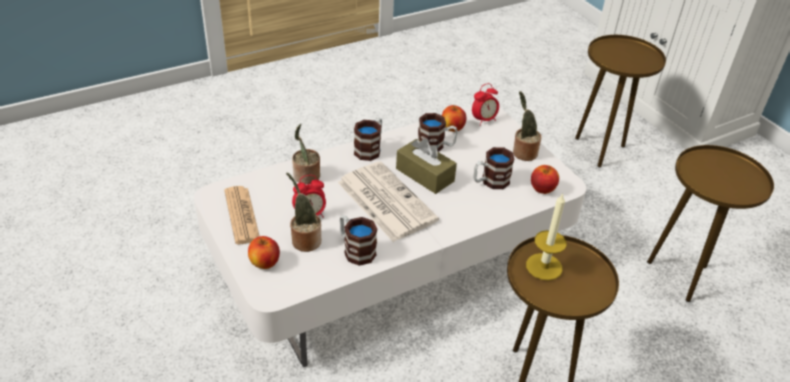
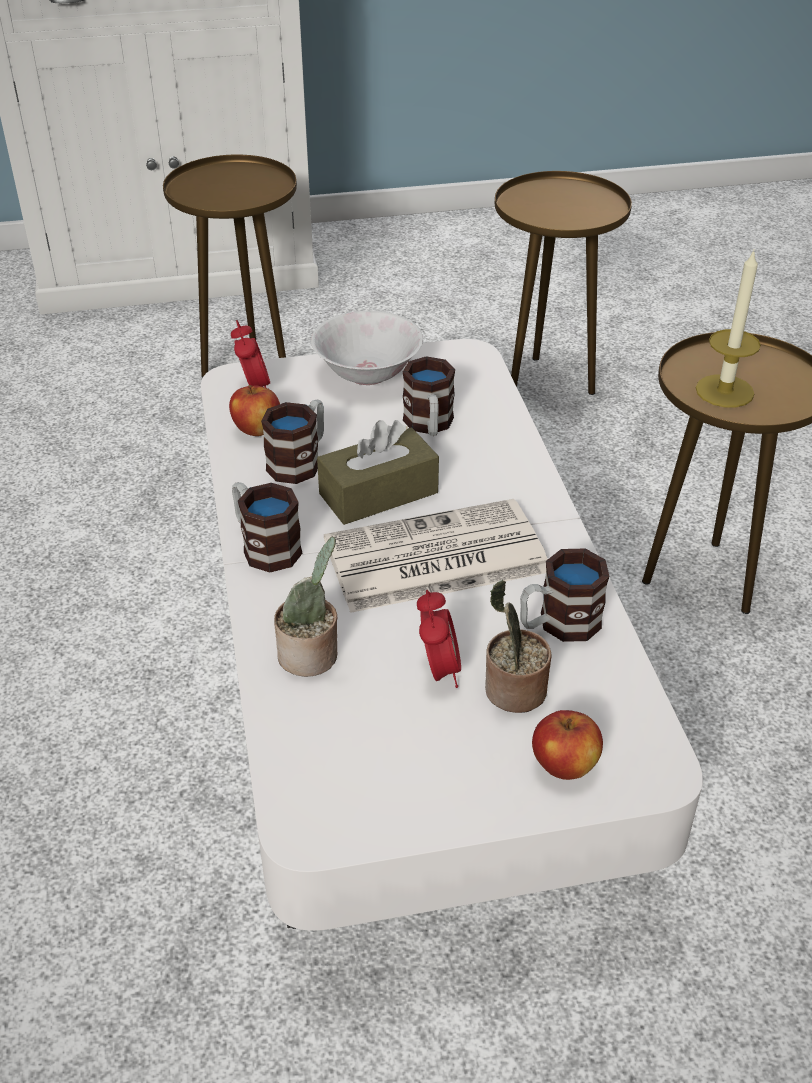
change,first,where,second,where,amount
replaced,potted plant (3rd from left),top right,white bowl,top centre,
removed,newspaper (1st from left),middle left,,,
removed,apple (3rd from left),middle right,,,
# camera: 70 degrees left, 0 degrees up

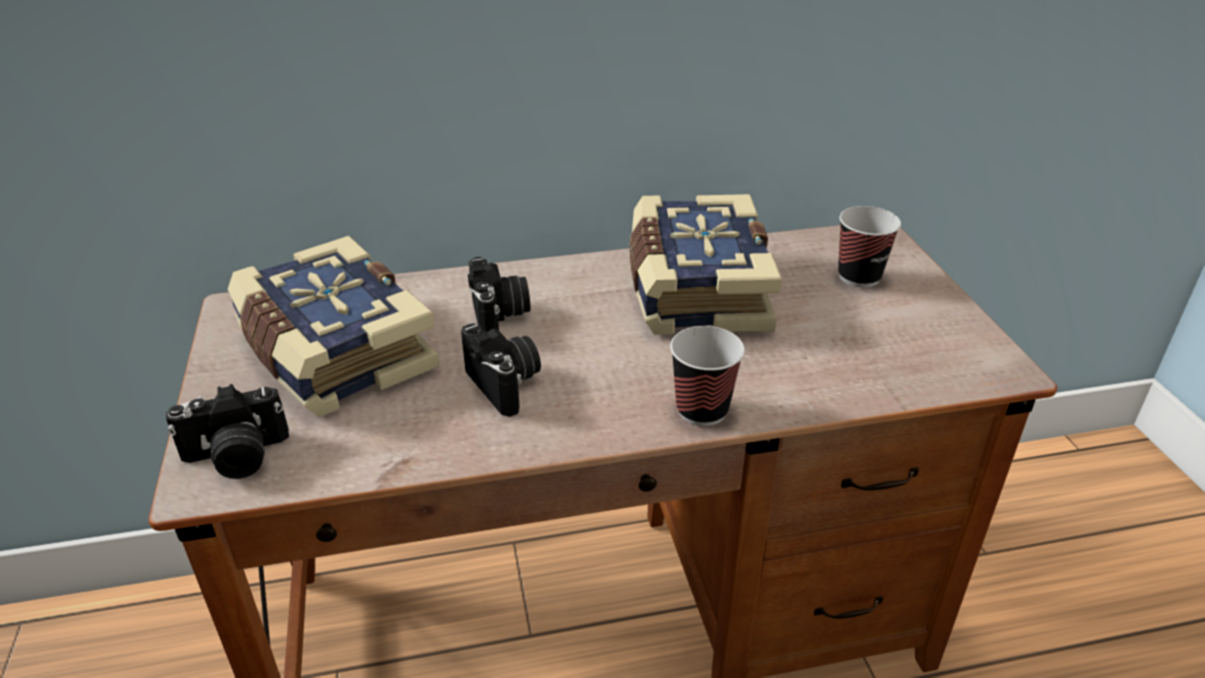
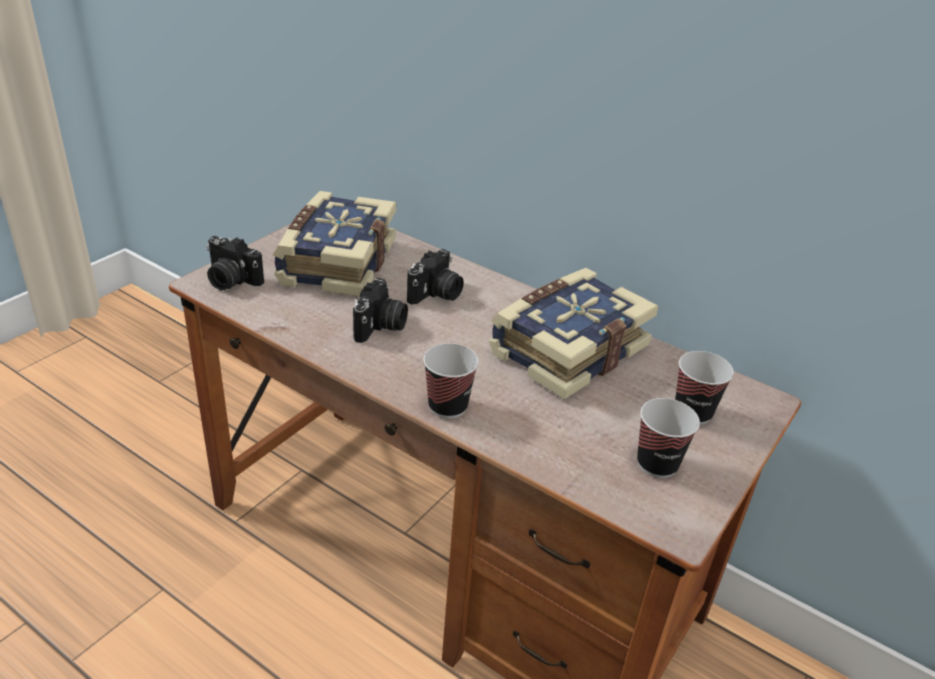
change,first,where,second,where,amount
added,,,cup (2nd from left),middle right,
# camera: 45 degrees right, 0 degrees up

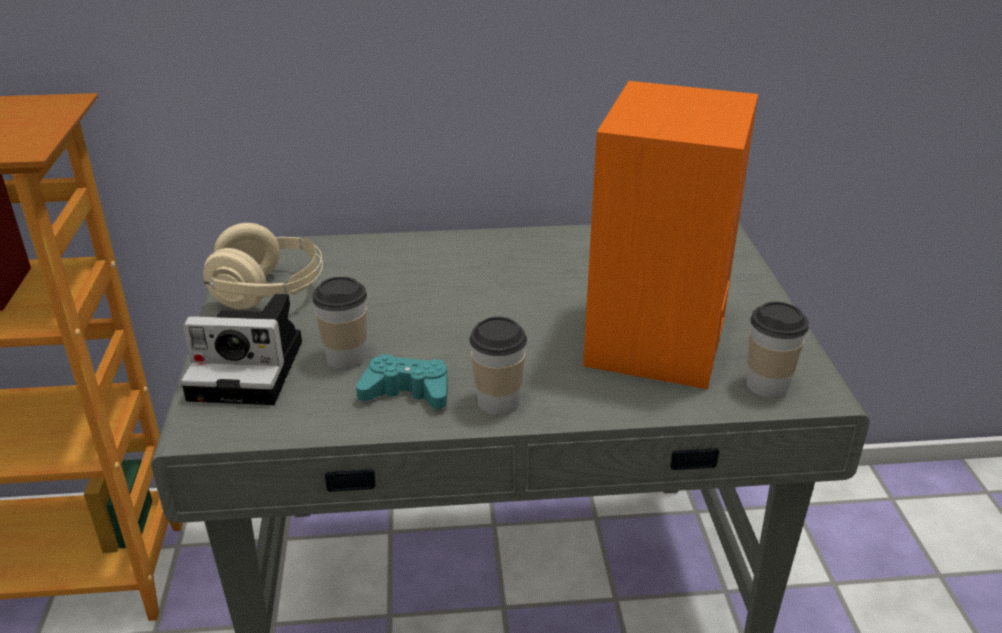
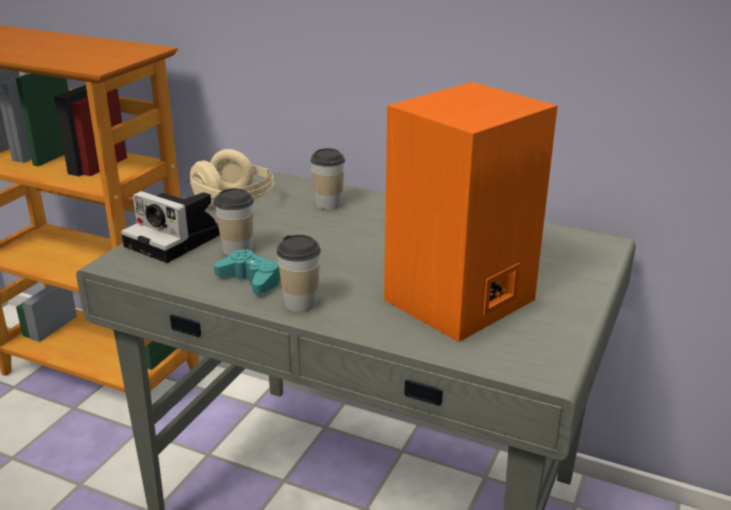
change,first,where,second,where,amount
moved,cup (3rd from left),middle right,,centre,
# camera: 30 degrees right, 5 degrees down

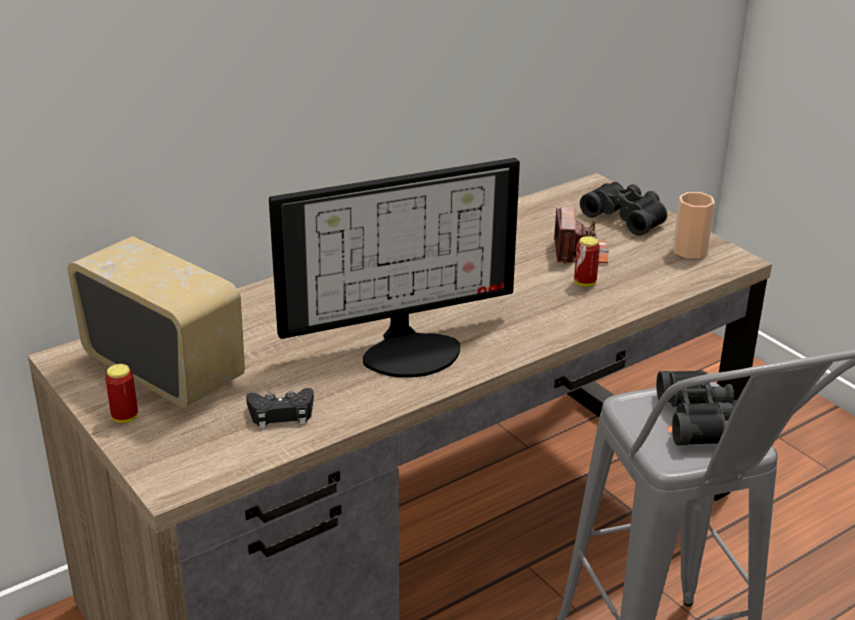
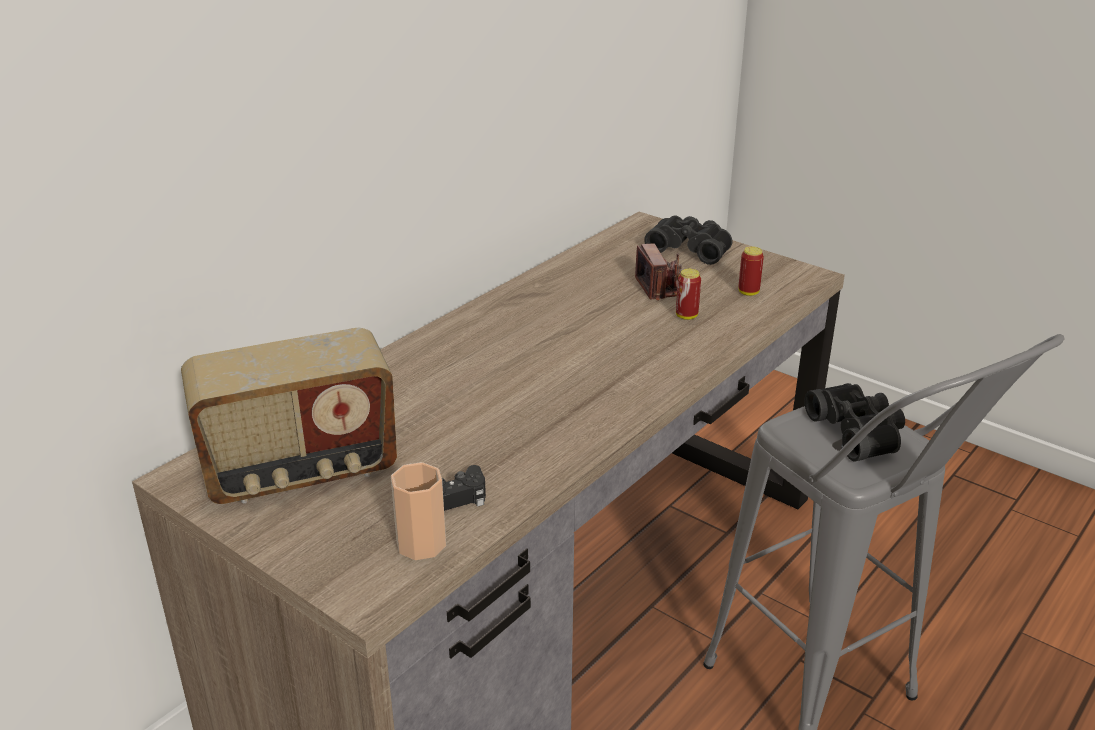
change,first,where,second,where,amount
turned,radio,middle left,,middle left,135 degrees clockwise
moved,cup,middle right,,bottom centre,
moved,can (1st from left in the first image),middle left,can (2nd from left),middle right,
removed,monitor,centre,,,
# camera: 15 degrees left, 0 degrees up

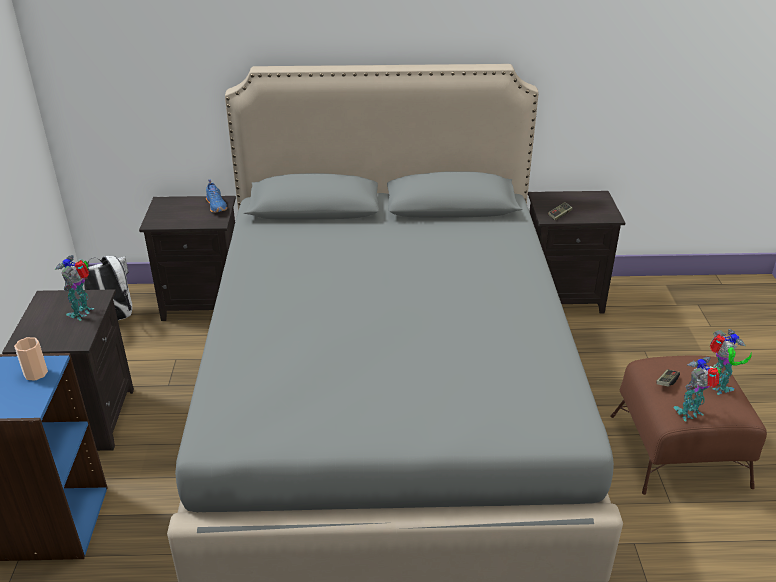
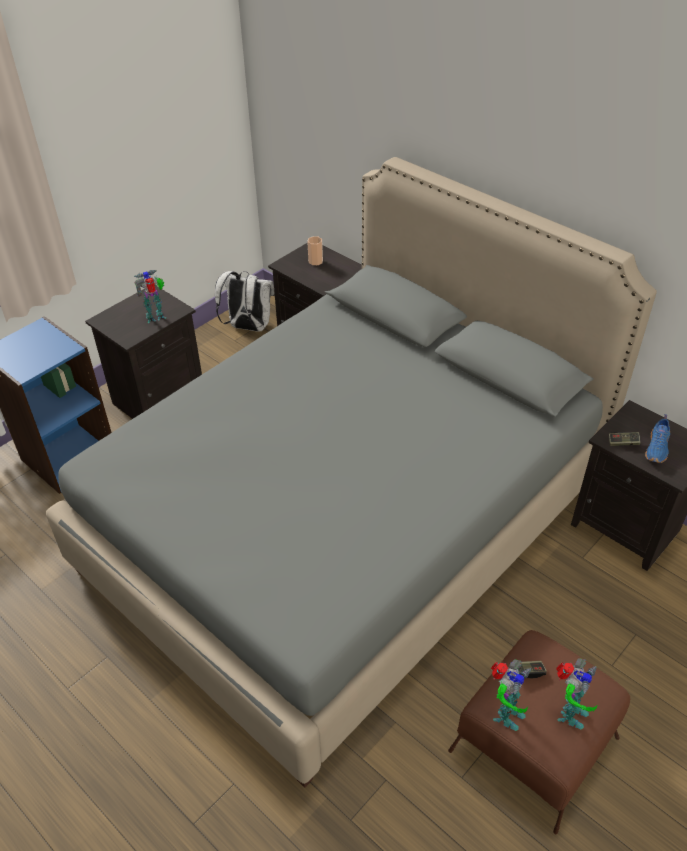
change,first,where,second,where,amount
moved,cup,middle left,,top centre,
turned,toy robot (2nd from left),bottom right,,bottom right,105 degrees clockwise
moved,blue shoe,middle left,,middle right,
# camera: 45 degrees right, 10 degrees up

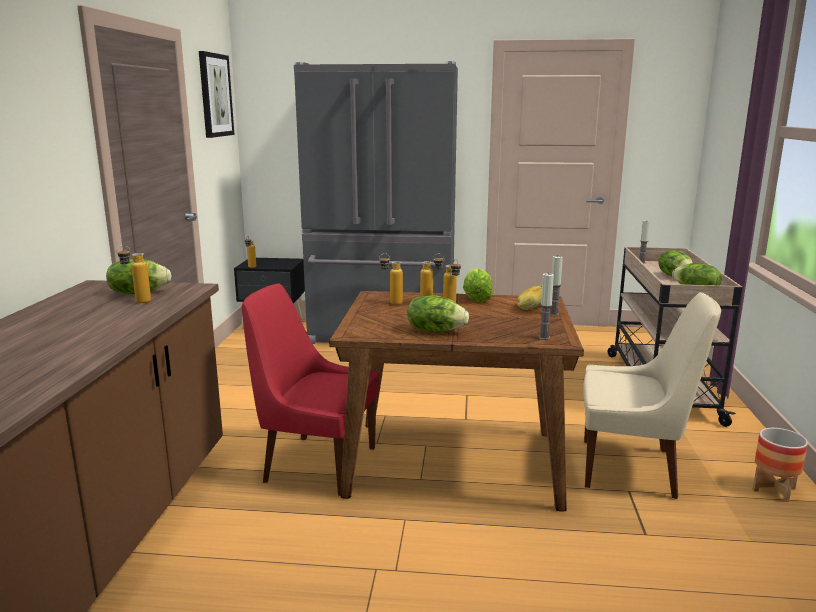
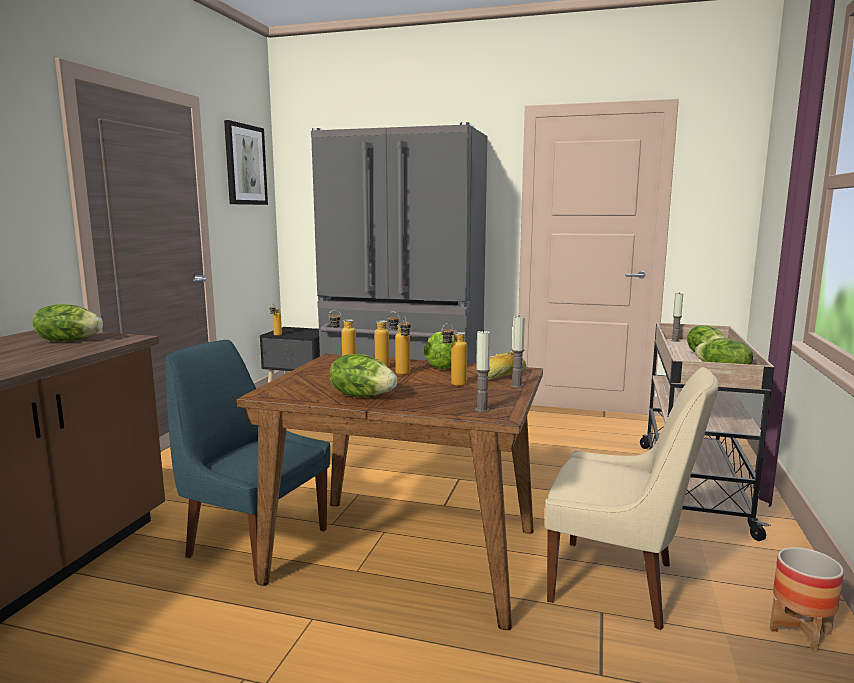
change,first,where,second,where,amount
recoloured,red chair,centre,blue chair,bottom left,
moved,bottle (1st from left in the first image),middle left,bottle (5th from left),centre,
# camera: 10 degrees right, 5 degrees down

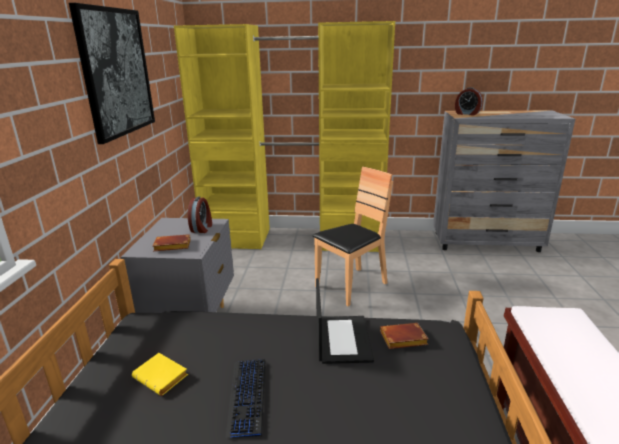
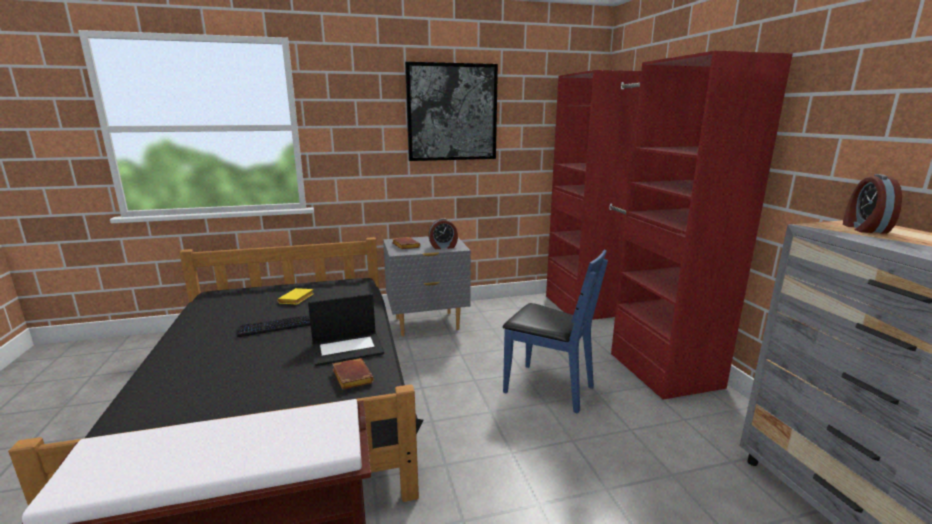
change,first,where,second,where,amount
recoloured,brown chair,centre,blue chair,centre,
recoloured,yellow wardrobe,top centre,red wardrobe,middle right,
# camera: 70 degrees right, 5 degrees down

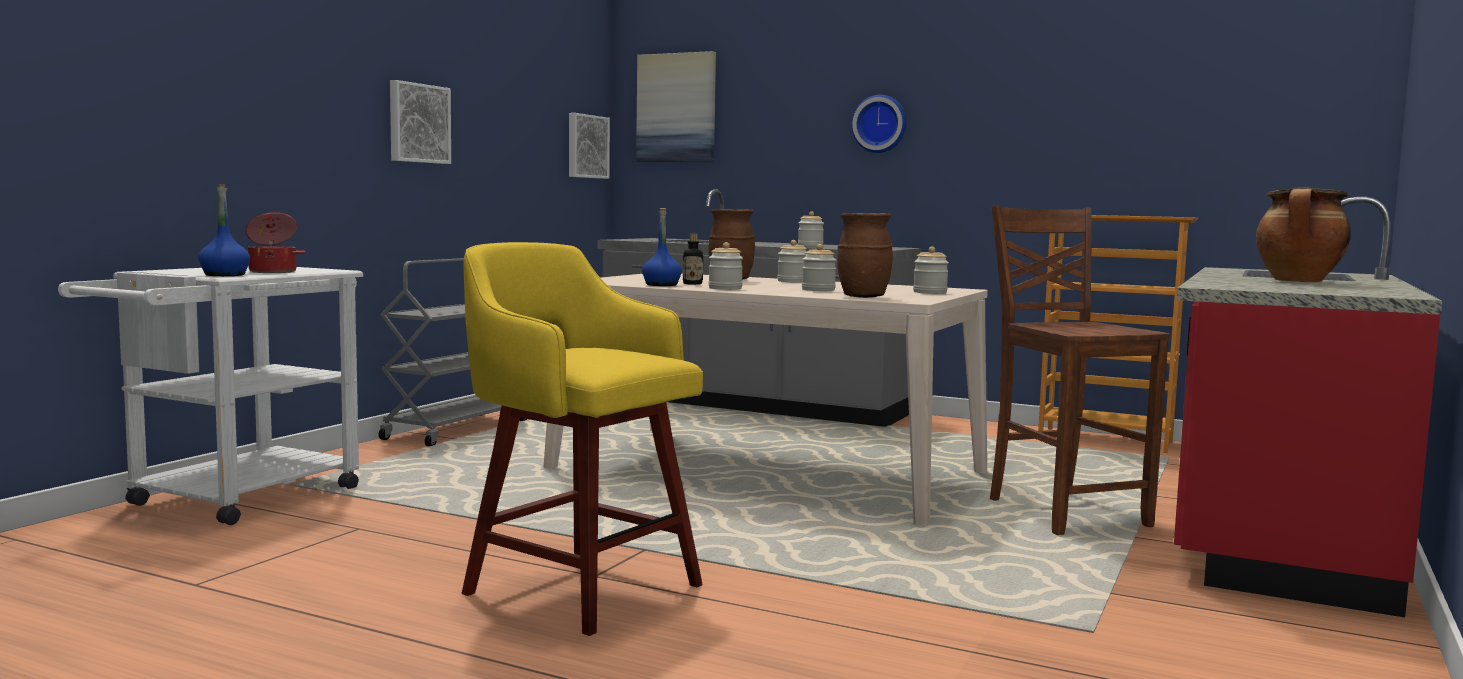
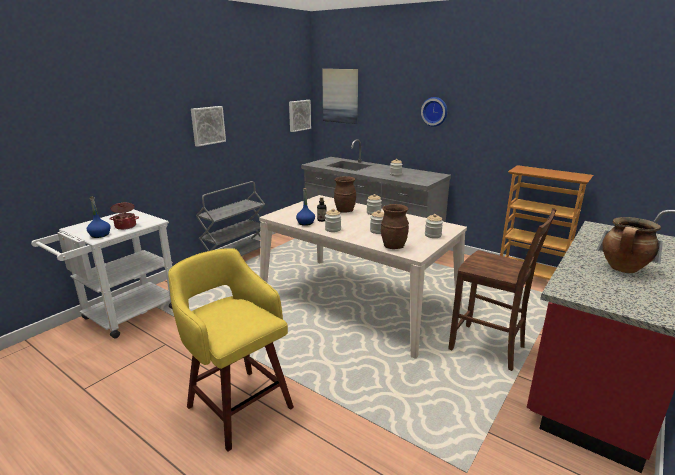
change,first,where,second,where,amount
turned,brown chair,middle right,,middle right,135 degrees clockwise
# camera: 10 degrees right, 15 degrees up

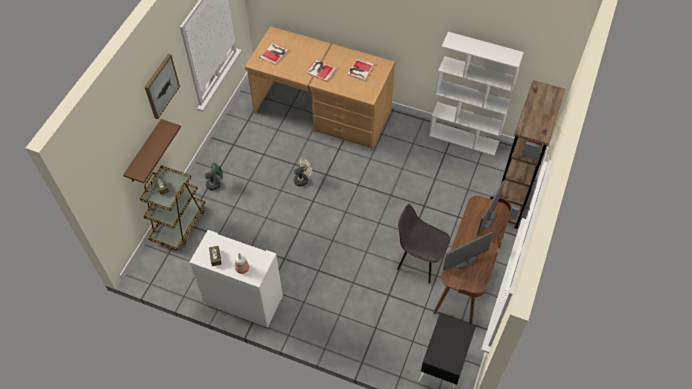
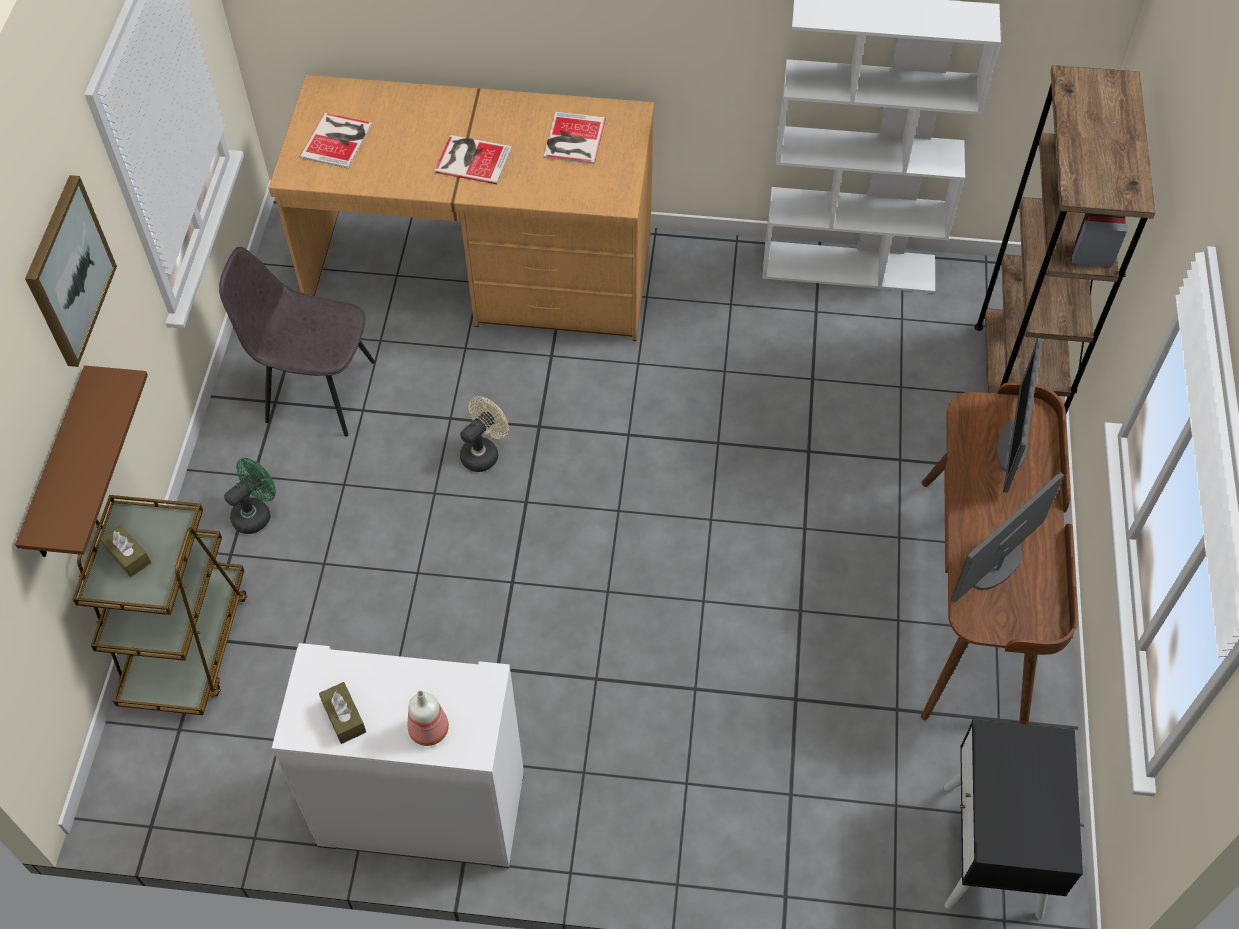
change,first,where,second,where,amount
moved,grey chair,centre,,middle left,
# camera: 15 degrees left, 0 degrees up

